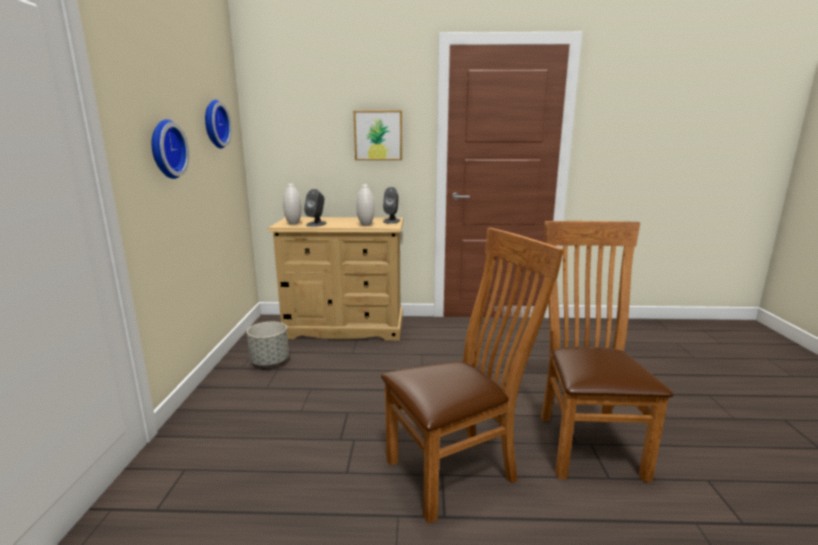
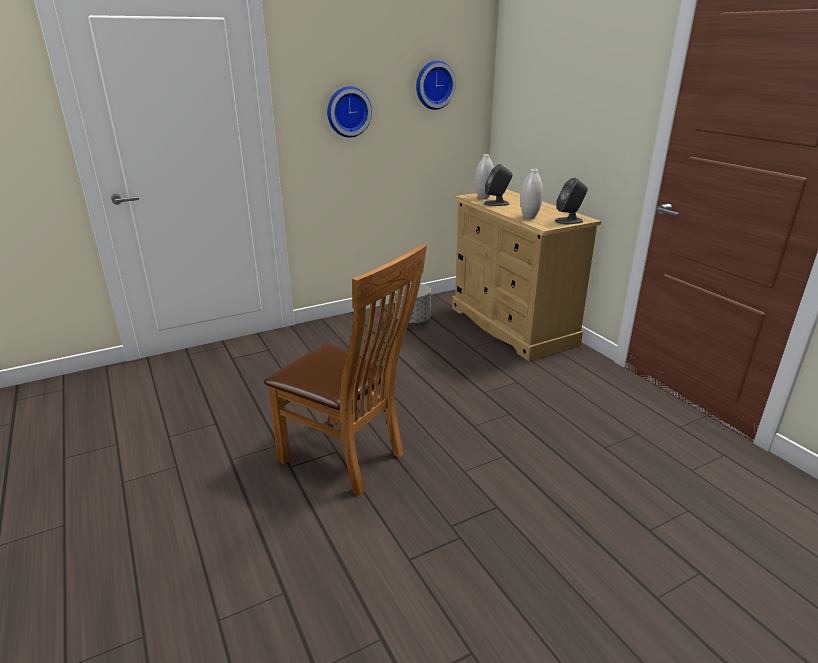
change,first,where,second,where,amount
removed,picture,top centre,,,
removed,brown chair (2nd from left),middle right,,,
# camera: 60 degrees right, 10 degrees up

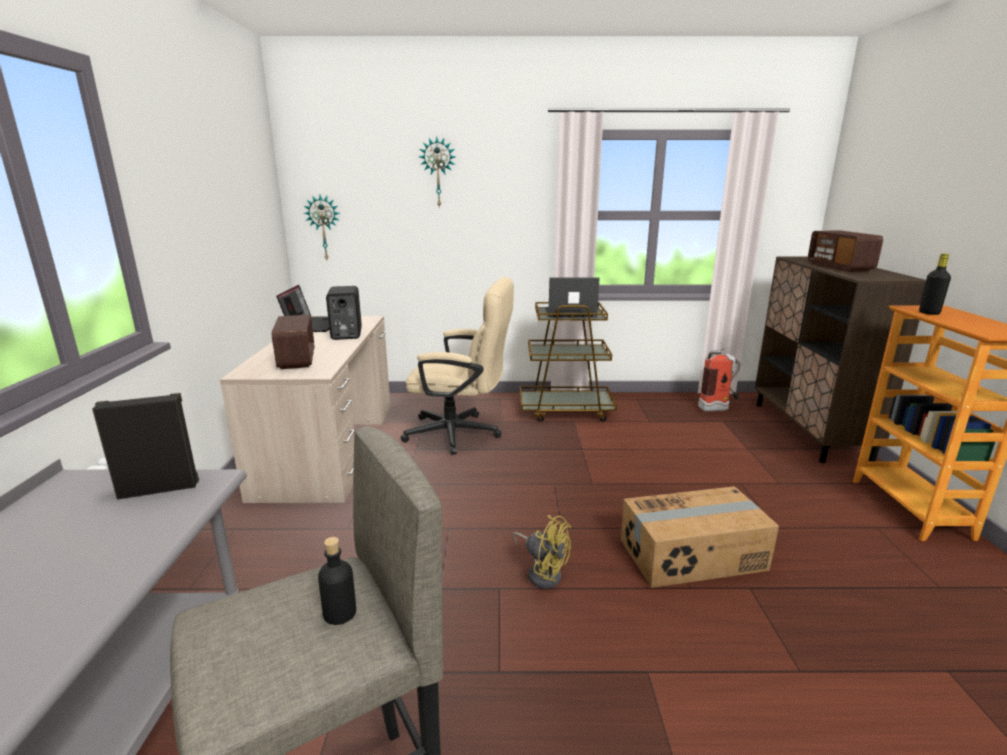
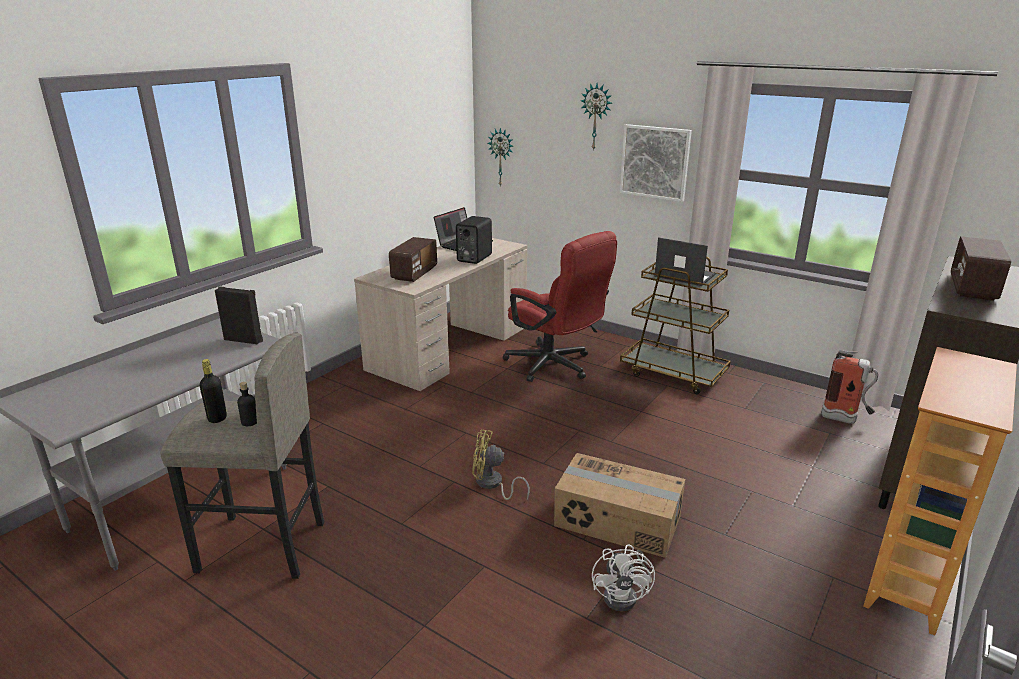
change,first,where,second,where,amount
moved,black bottle (2nd from left in the first image),middle right,black bottle (1st from left),middle left,
turned,yellow fan,bottom centre,,bottom centre,120 degrees clockwise
recoloured,beige office chair,centre,red office chair,centre,
added,,,white fan,bottom centre,
added,,,picture,top centre,
# camera: 35 degrees right, 5 degrees up

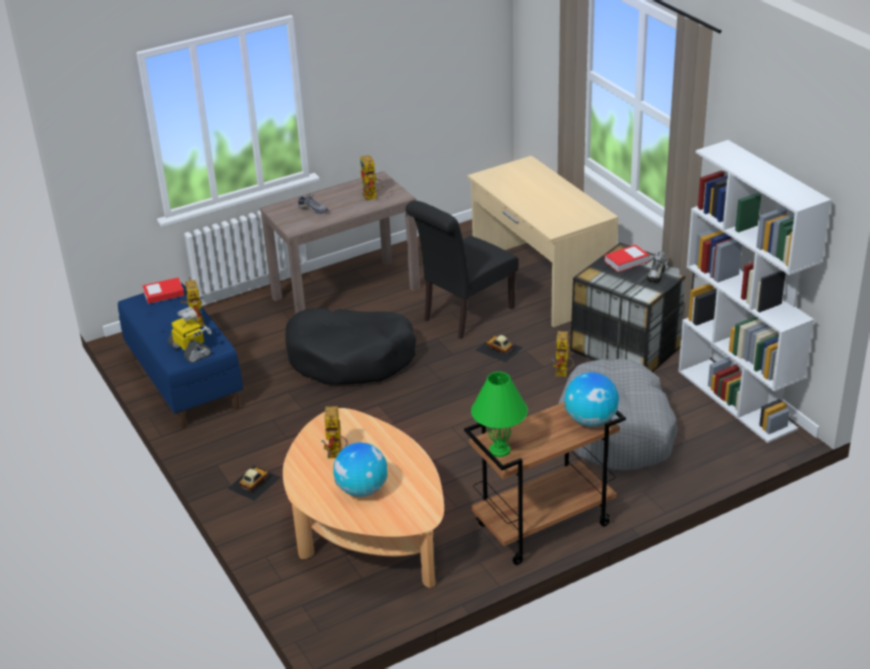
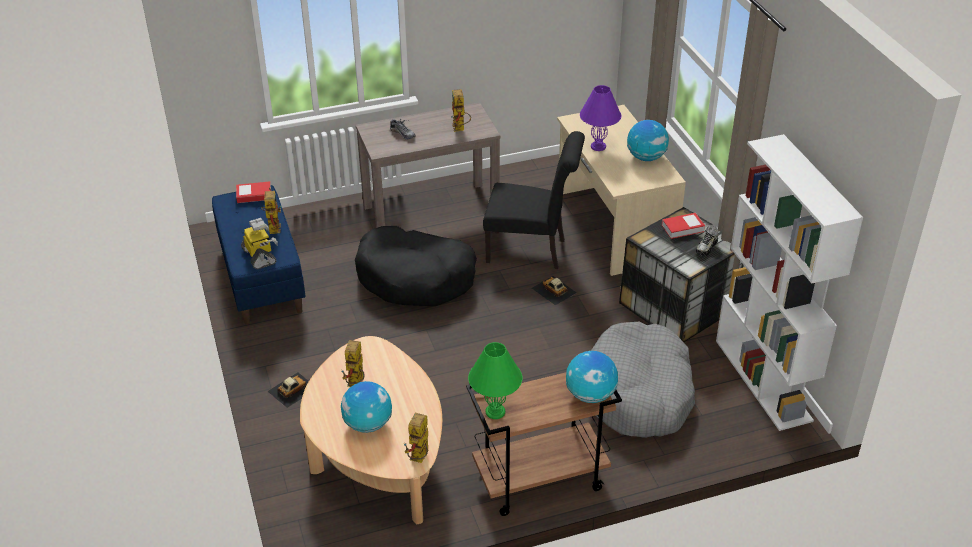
change,first,where,second,where,amount
moved,toy robot (5th from left in the first image),centre,toy robot (4th from left),bottom centre,
turned,black chair,centre,,centre,135 degrees counterclockwise
added,,,purple table lamp,top centre,
added,,,globe (3rd from left),top right,
# camera: 10 degrees right, 5 degrees up

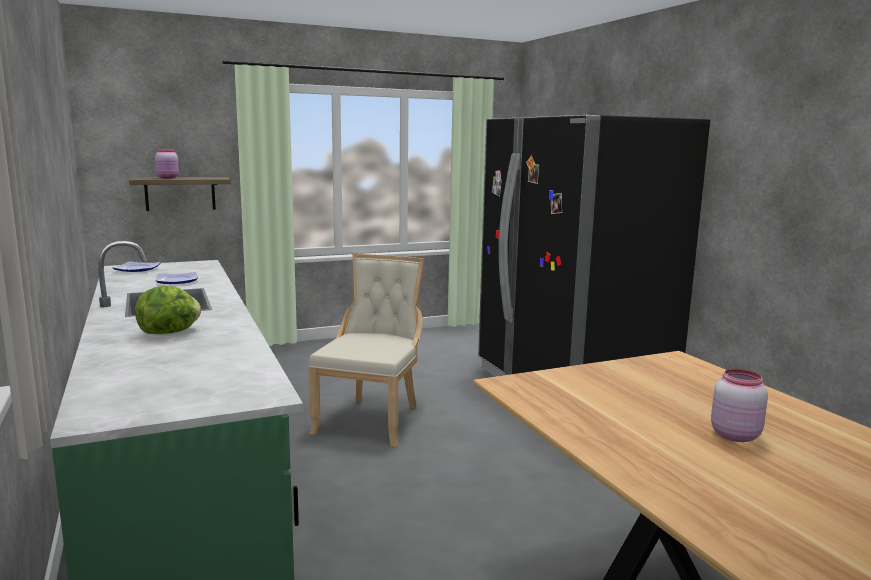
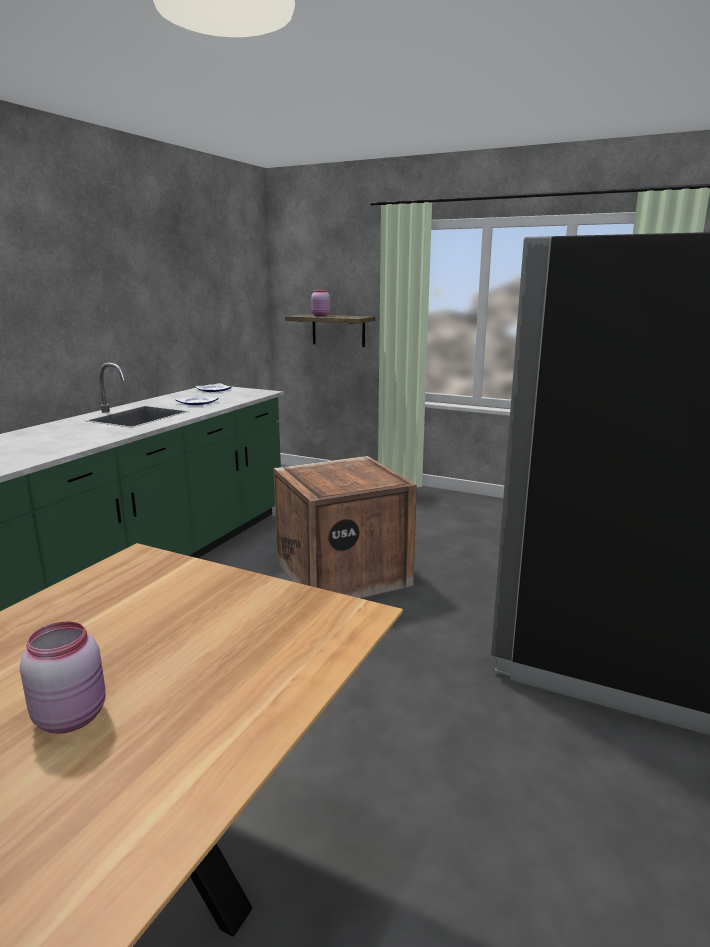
change,first,where,second,where,amount
replaced,beige chair,centre,crate,centre,
removed,lettuce,middle left,,,
# camera: 50 degrees right, 5 degrees up

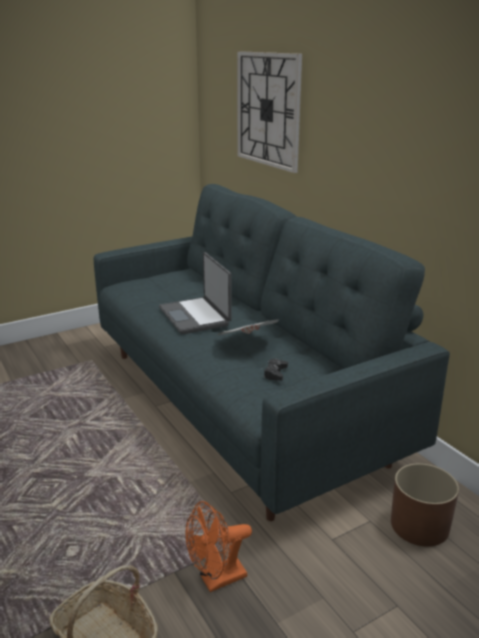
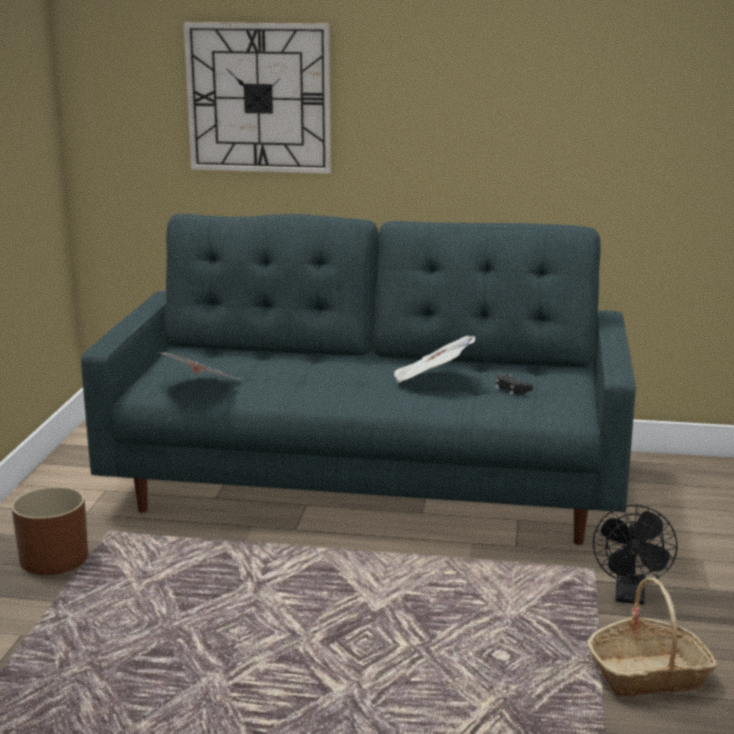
change,first,where,second,where,amount
moved,brown planter,bottom right,,bottom left,
added,,,newspaper (1st from left),middle left,
recoloured,orange fan,bottom centre,black fan,bottom right,
removed,laptop,centre,,,
# camera: 50 degrees left, 5 degrees down

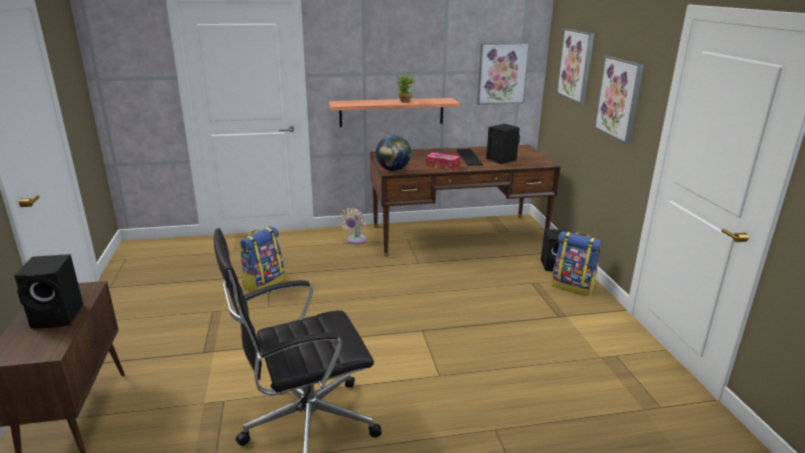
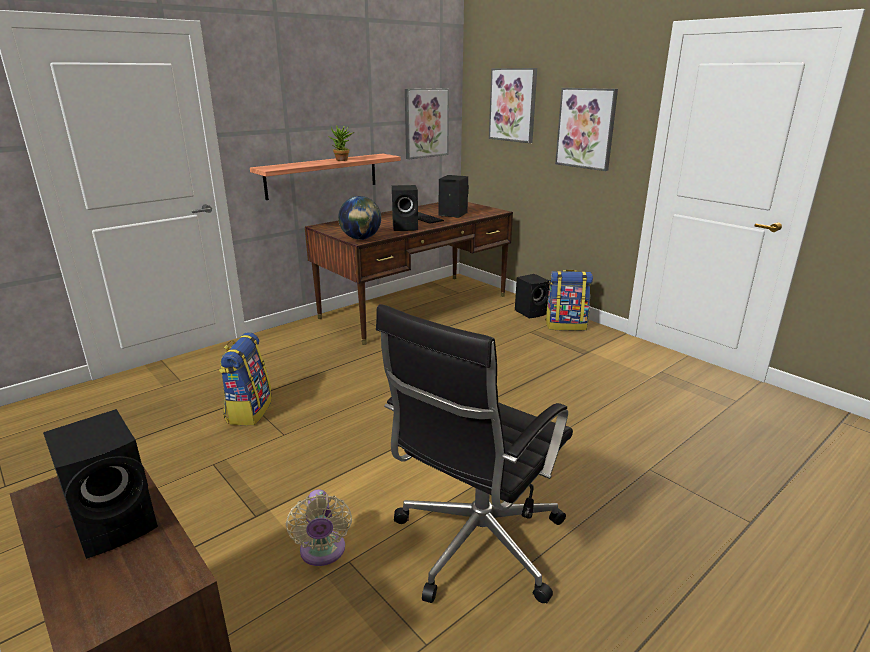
change,first,where,second,where,amount
moved,beige fan,centre,,bottom centre,
replaced,tissue box,centre,black speaker (2nd from left),top centre,
# camera: 30 degrees left, 0 degrees up

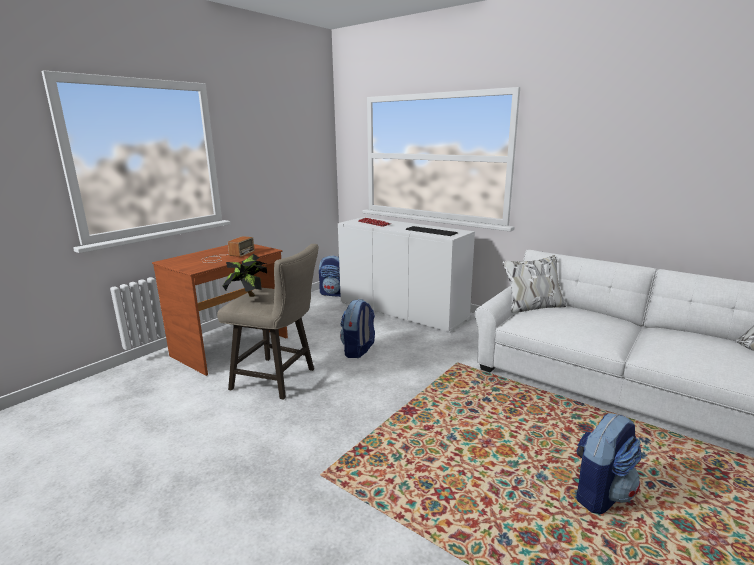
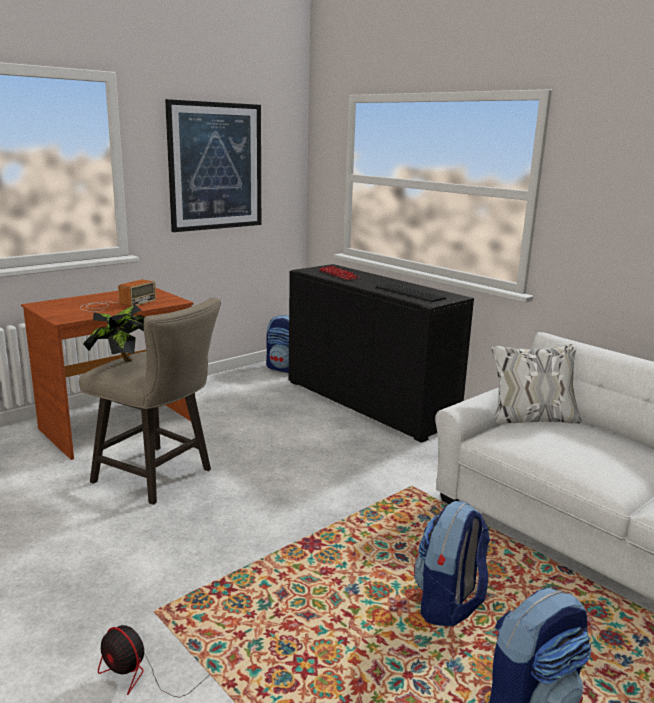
change,first,where,second,where,amount
added,,,fan,bottom left,
added,,,picture,top left,
recoloured,white cabinet,centre,black cabinet,centre,
moved,backpack (2nd from left),centre,,bottom right,
# camera: 10 degrees right, 0 degrees up

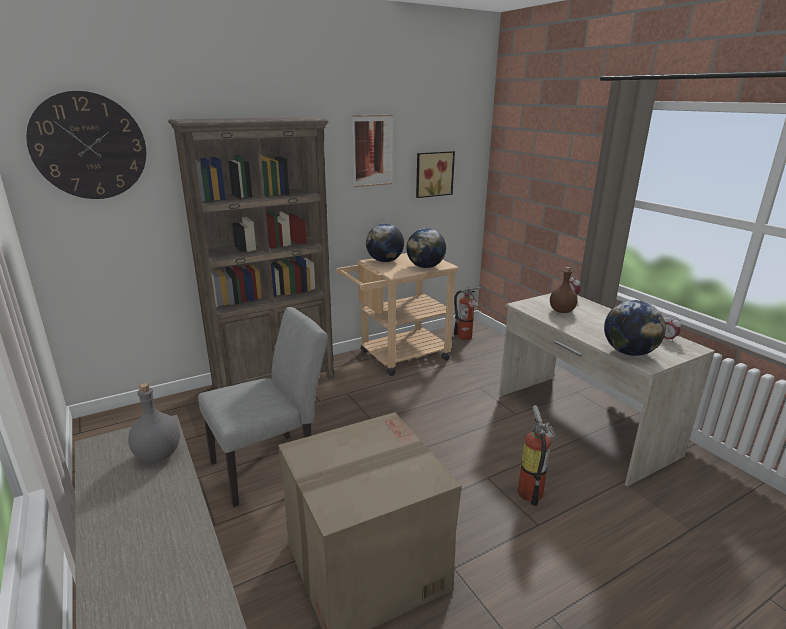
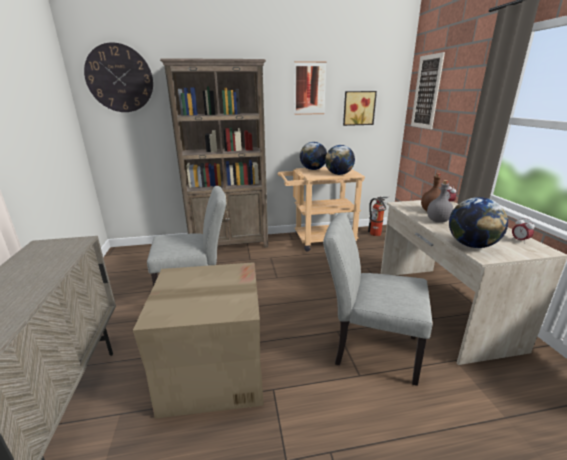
change,first,where,second,where,amount
replaced,fire extinguisher (2nd from left),bottom right,grey chair (2nd from left),middle right,
added,,,picture (3rd from left),top right,
moved,grey bottle,bottom left,,middle right,
# camera: 20 degrees right, 0 degrees up

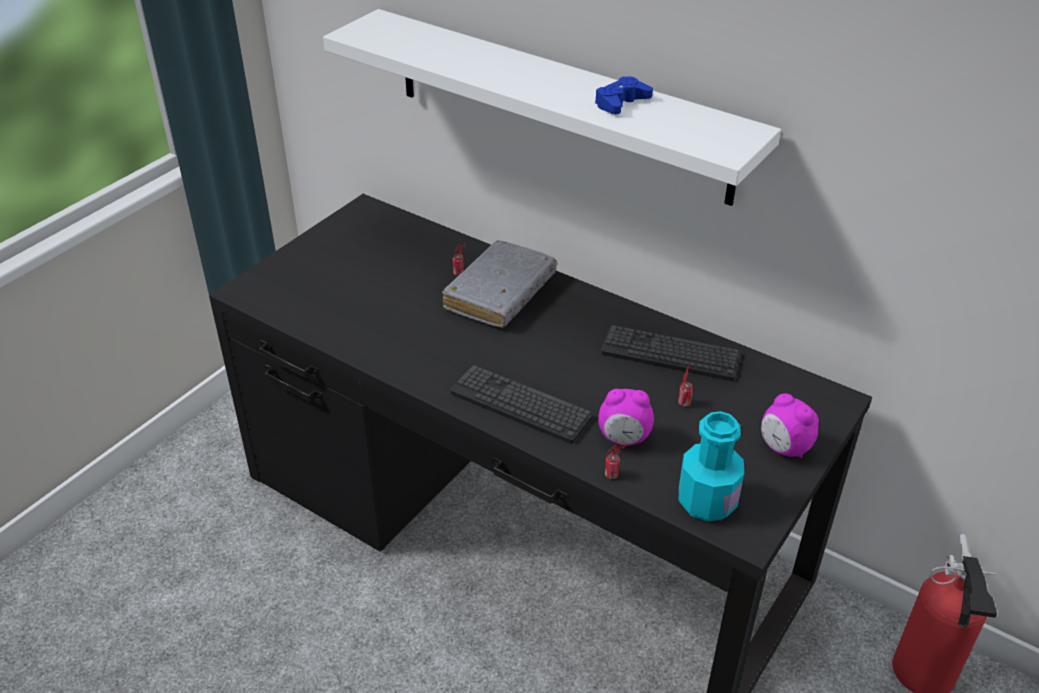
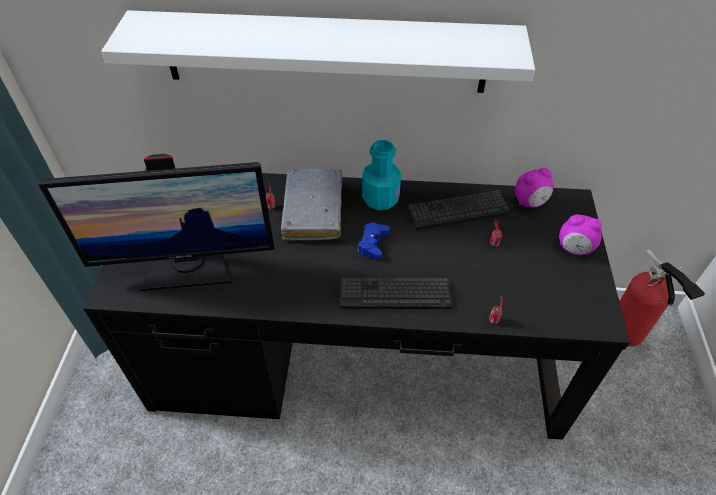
change,first,where,second,where,amount
added,,,monitor,middle left,
moved,blue game controller,top centre,,centre,
moved,turquoise bottle,bottom right,,centre,
moved,alarm clock (1st from left),centre,,middle right,
# camera: 30 degrees left, 10 degrees up

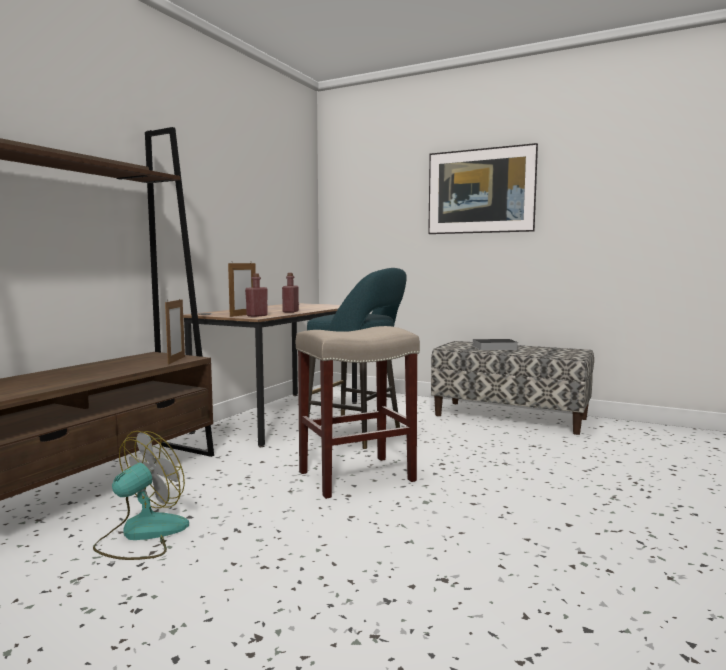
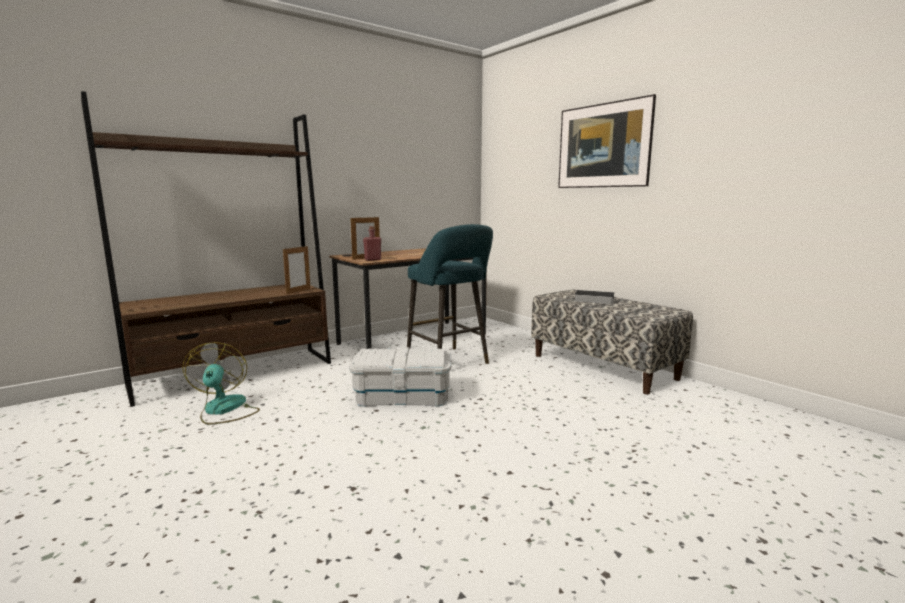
change,first,where,second,where,amount
turned,fan,bottom left,,middle left,75 degrees counterclockwise
replaced,beige stool,centre,white storage box,centre,
removed,red bottle (2nd from left),centre,,,
# camera: 25 degrees right, 5 degrees up

